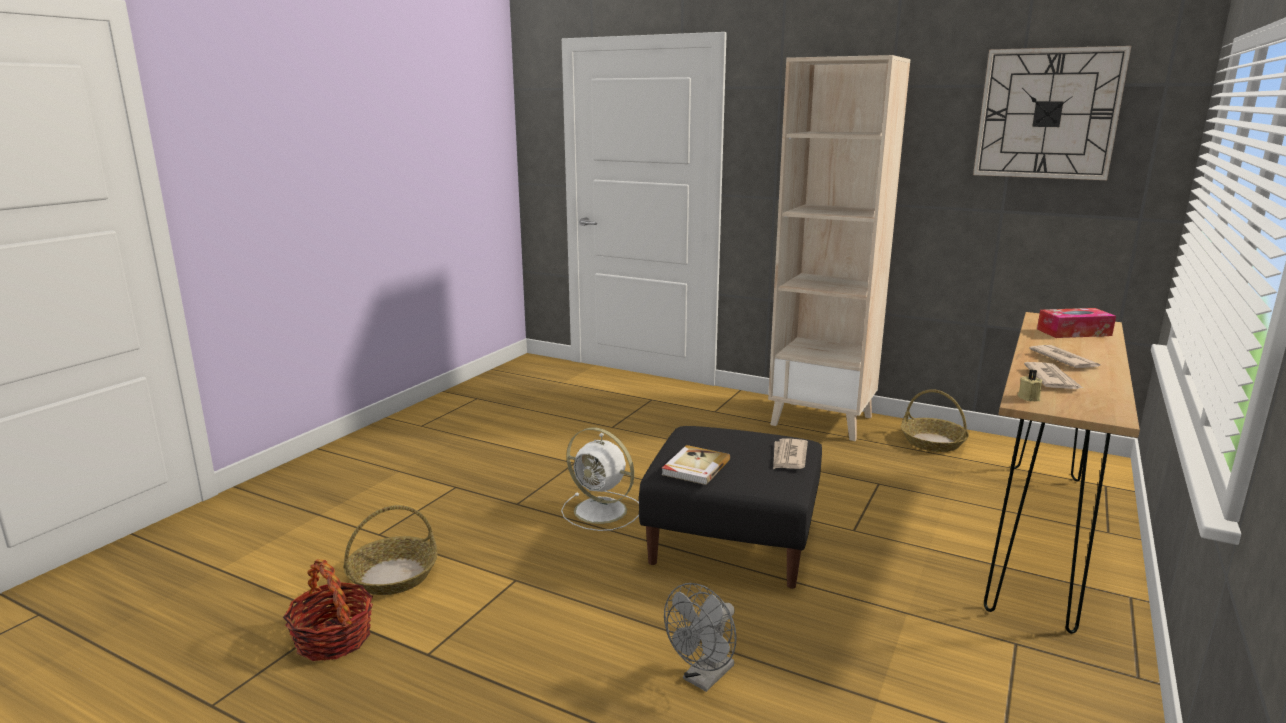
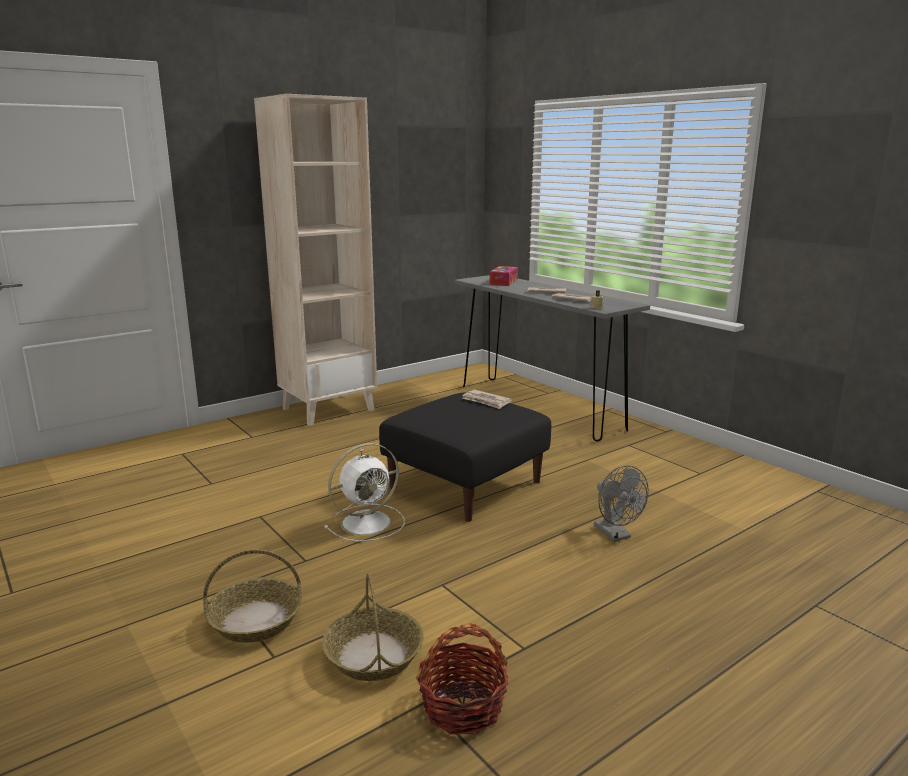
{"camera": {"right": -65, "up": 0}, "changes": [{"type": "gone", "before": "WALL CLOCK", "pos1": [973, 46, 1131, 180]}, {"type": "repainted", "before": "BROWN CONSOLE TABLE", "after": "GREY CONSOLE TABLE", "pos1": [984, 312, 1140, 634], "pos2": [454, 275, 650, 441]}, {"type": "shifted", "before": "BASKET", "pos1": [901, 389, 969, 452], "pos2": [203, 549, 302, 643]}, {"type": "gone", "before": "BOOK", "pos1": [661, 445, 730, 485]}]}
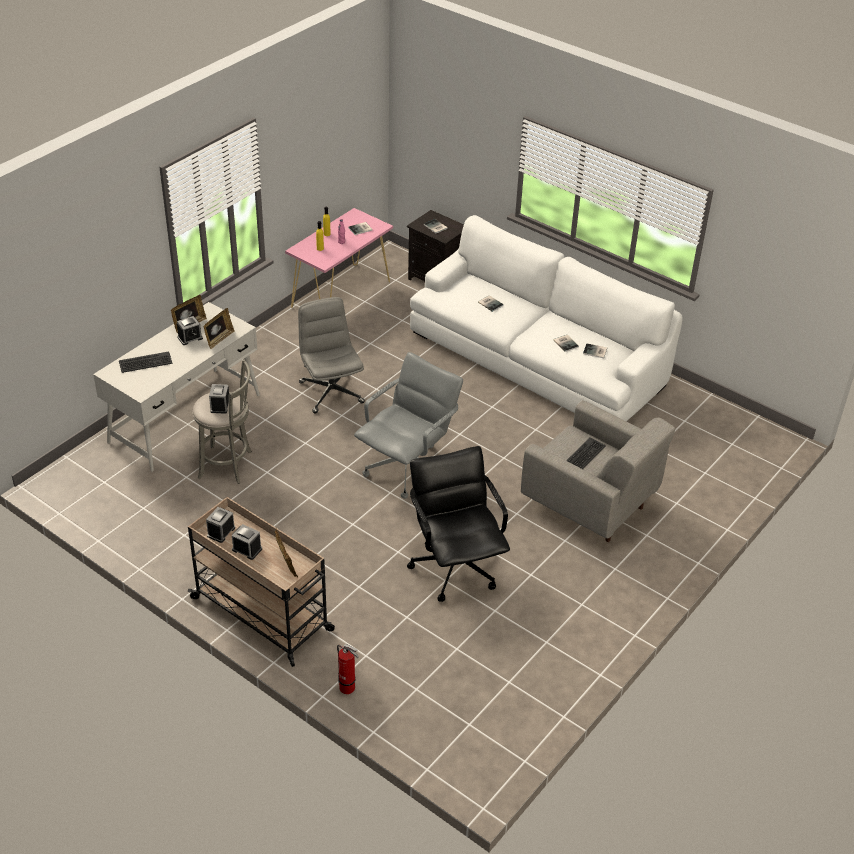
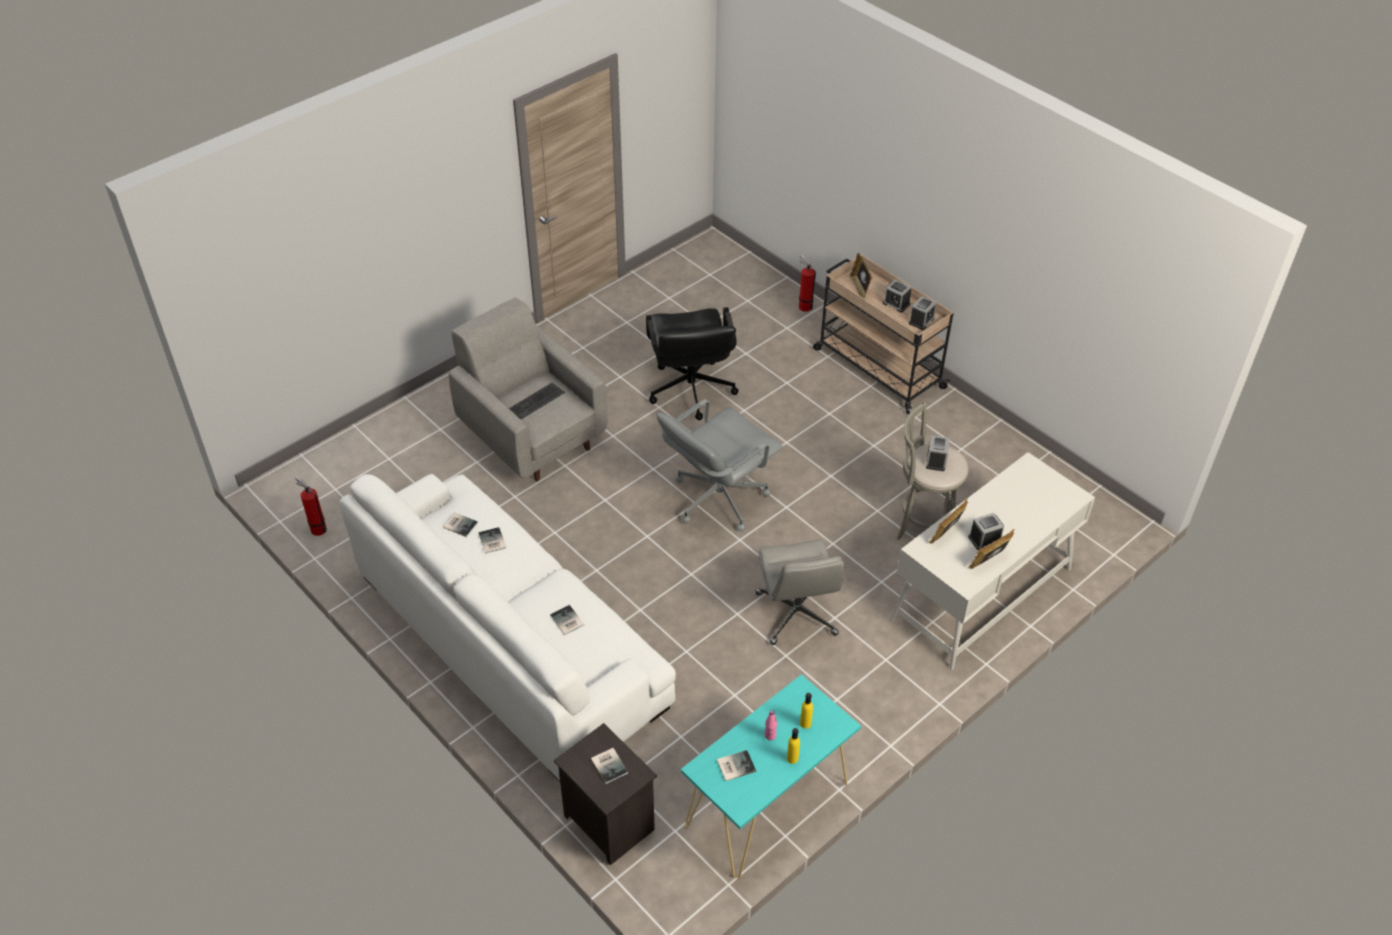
{"camera": {"right": -170, "up": 5}, "changes": [{"type": "repainted", "before": "PINK CONSOLE TABLE", "after": "TURQUOISE CONSOLE TABLE", "pos1": [285, 208, 393, 308], "pos2": [681, 674, 861, 878]}, {"type": "gone", "before": "KEYBOARD", "pos1": [119, 351, 173, 373]}, {"type": "new", "after": "FIRE EXTINGUISHER", "pos2": [295, 477, 327, 536]}]}
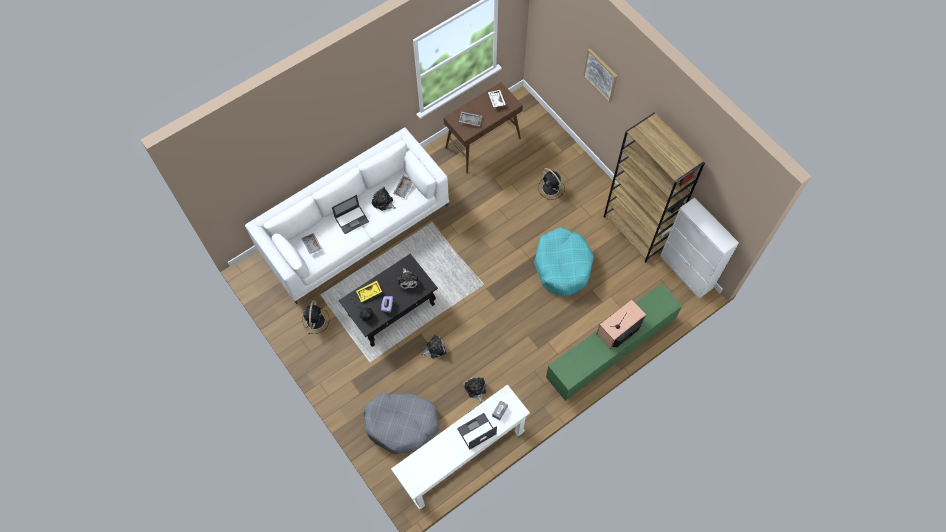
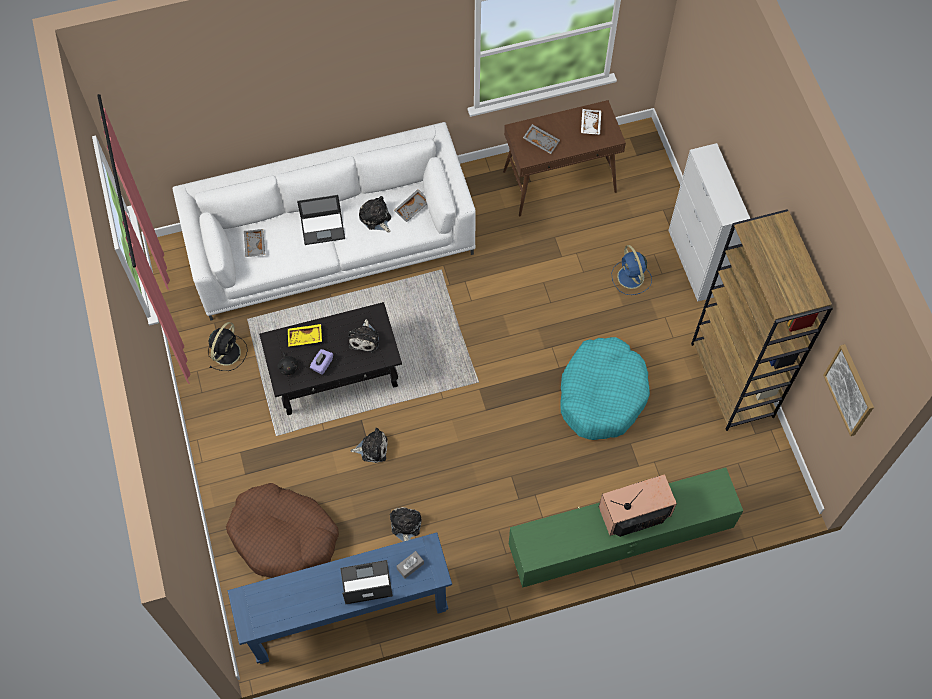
{"camera": {"right": 20, "up": 0}, "changes": [{"type": "shifted", "before": "PICTURE", "pos1": [583, 48, 617, 103], "pos2": [823, 344, 874, 436]}, {"type": "repainted", "before": "BLACK FAN", "after": "BLUE FAN", "pos1": [538, 168, 565, 200], "pos2": [612, 245, 652, 295]}, {"type": "shifted", "before": "WHITE CABINET", "pos1": [660, 197, 739, 299], "pos2": [668, 143, 750, 302]}, {"type": "repainted", "before": "WHITE CONSOLE TABLE", "after": "BLUE CONSOLE TABLE", "pos1": [391, 385, 530, 509], "pos2": [228, 532, 452, 664]}, {"type": "repainted", "before": "GREY DOG BED", "after": "BROWN DOG BED", "pos1": [364, 392, 440, 454], "pos2": [226, 483, 339, 578]}]}
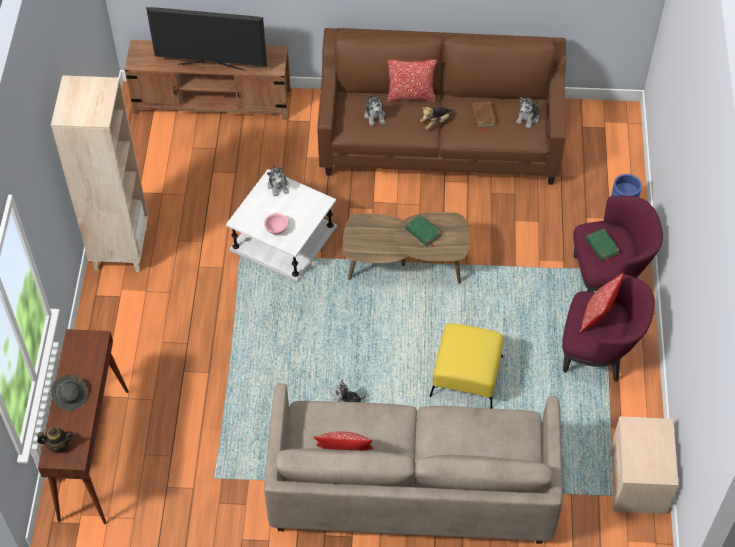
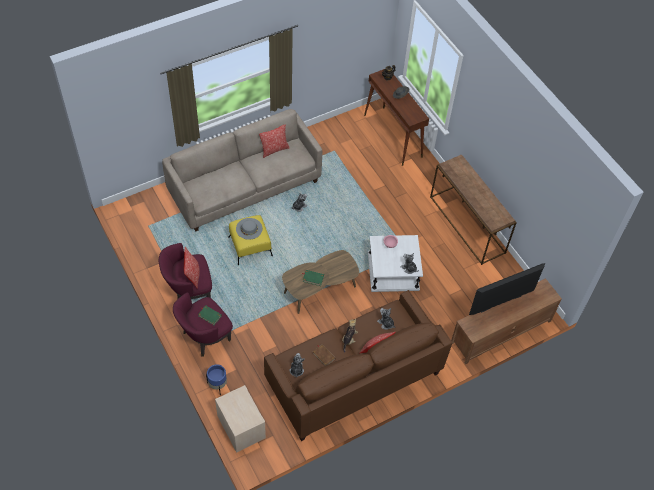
{"camera": {"right": 145, "up": 0}, "changes": [{"type": "swapped", "before": "BEIGE BOOKCASE", "after": "BROWN CONSOLE TABLE", "pos1": [51, 75, 148, 272], "pos2": [430, 154, 517, 265]}, {"type": "shifted", "before": "BEIGE NIGHTSTAND", "pos1": [610, 416, 679, 514], "pos2": [215, 385, 266, 453]}, {"type": "new", "after": "GREY HAT", "pos2": [236, 218, 263, 240]}]}
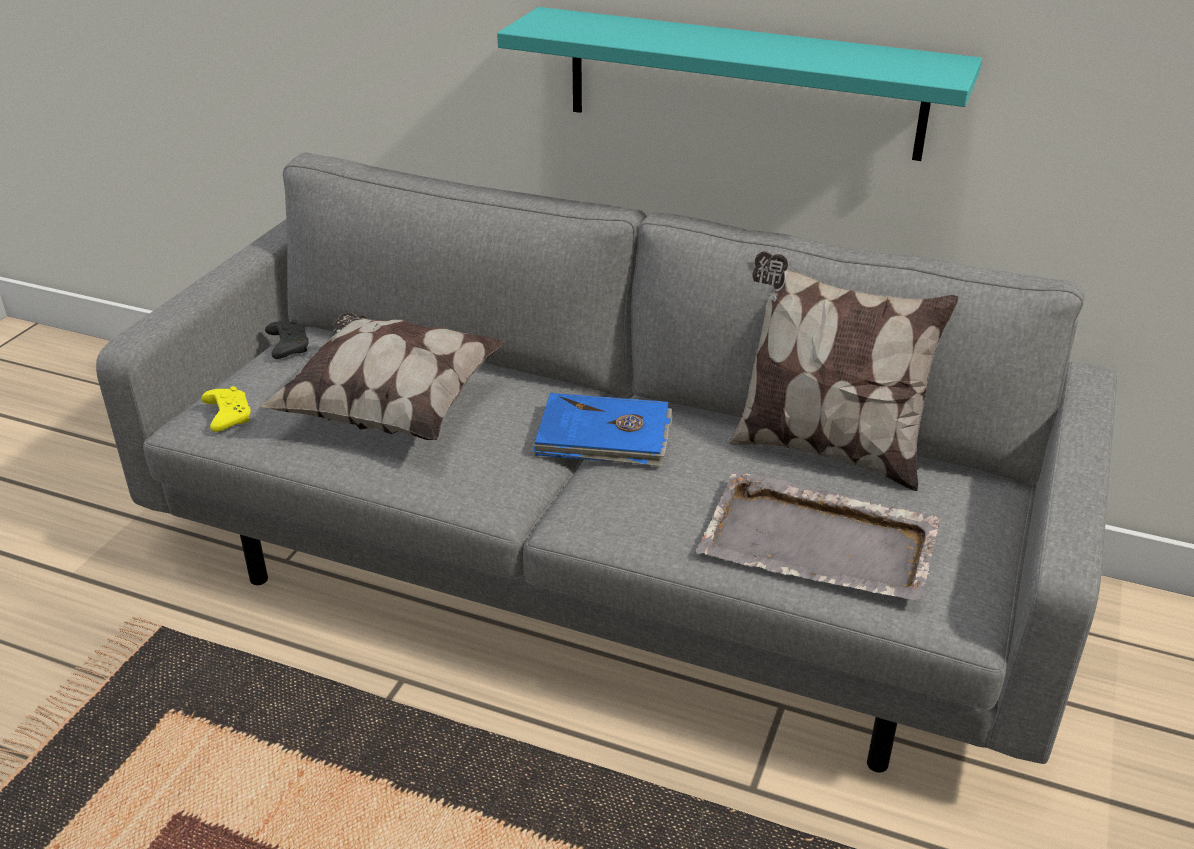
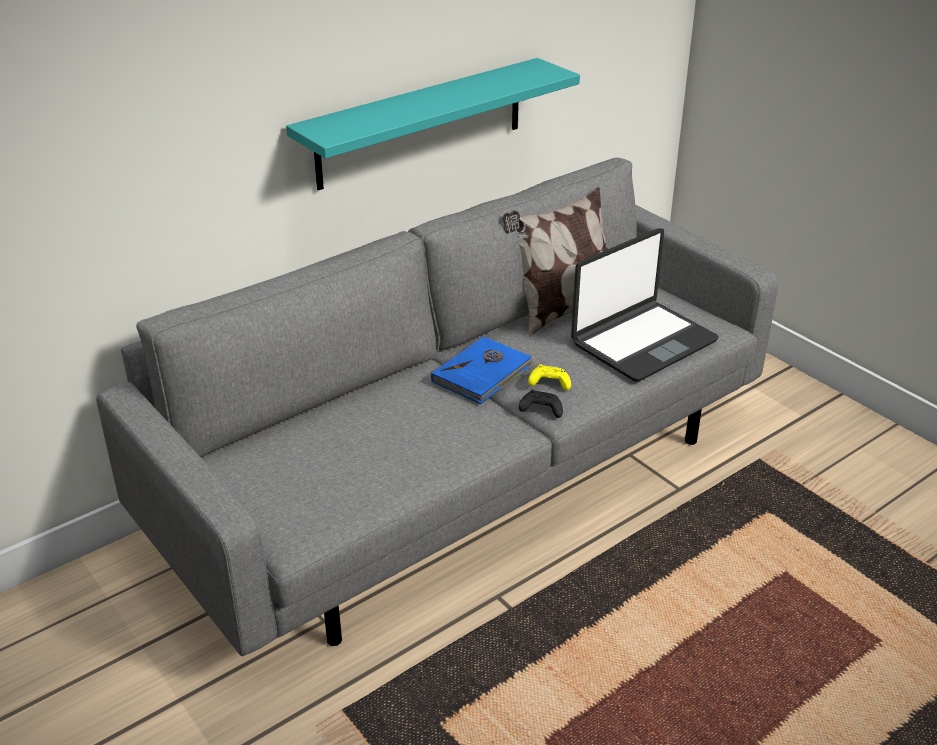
{"camera": {"right": -60, "up": 0}, "changes": [{"type": "gone", "before": "PILLOW", "pos1": [257, 313, 505, 440]}, {"type": "shifted", "before": "BLACK GAME CONTROLLER", "pos1": [265, 320, 309, 359], "pos2": [519, 390, 563, 418]}, {"type": "shifted", "before": "YELLOW GAME CONTROLLER", "pos1": [201, 386, 251, 432], "pos2": [528, 364, 571, 391]}, {"type": "swapped", "before": "GREY TRAY", "after": "LAPTOP", "pos1": [695, 471, 941, 602], "pos2": [571, 228, 719, 381]}]}
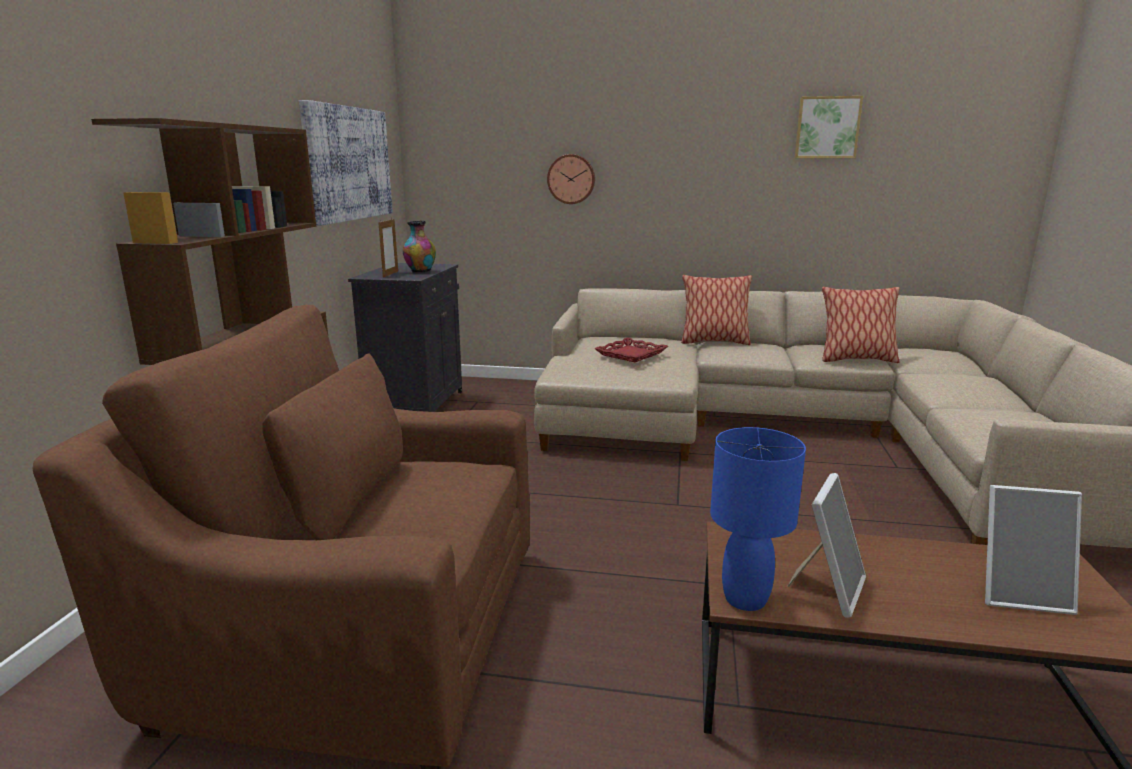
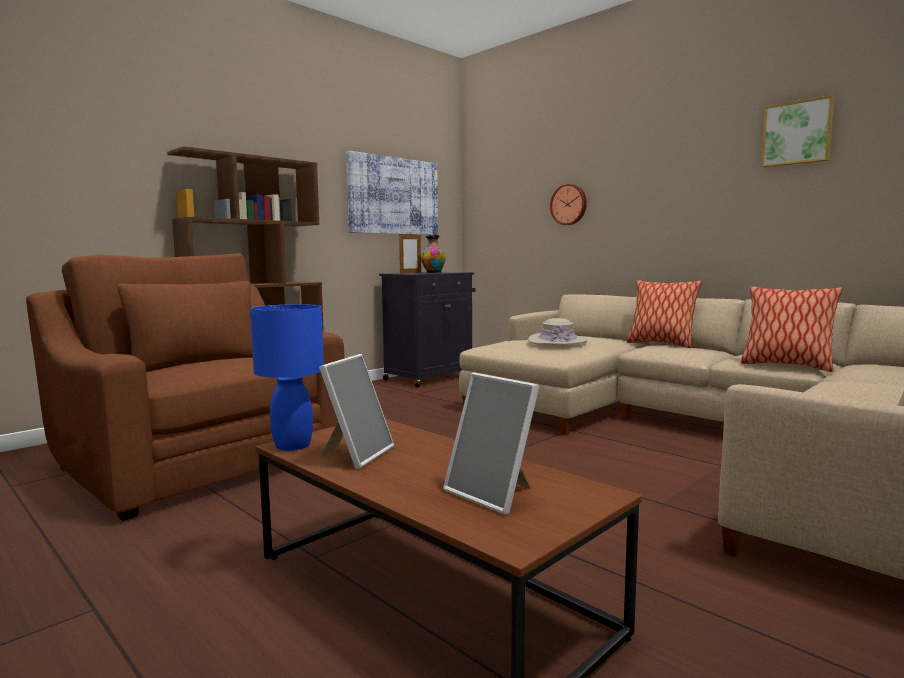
{"camera": {"right": 35, "up": -10}, "changes": [{"type": "swapped", "before": "RED TRAY", "after": "BEIGE HAT", "pos1": [594, 337, 668, 362], "pos2": [528, 318, 587, 345]}, {"type": "rotated", "before": "PICTURE FRAME", "pos1": [788, 473, 866, 618], "pos2": [319, 354, 394, 469], "turn": -45}]}
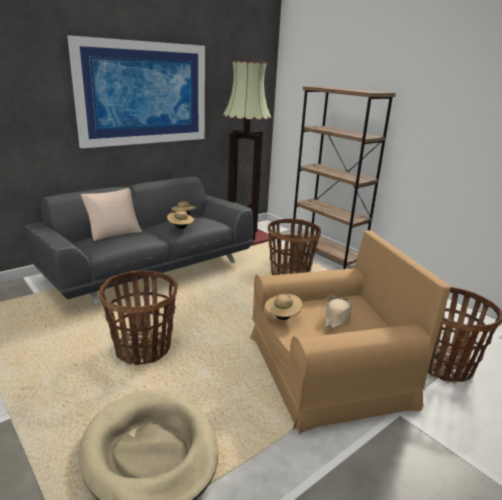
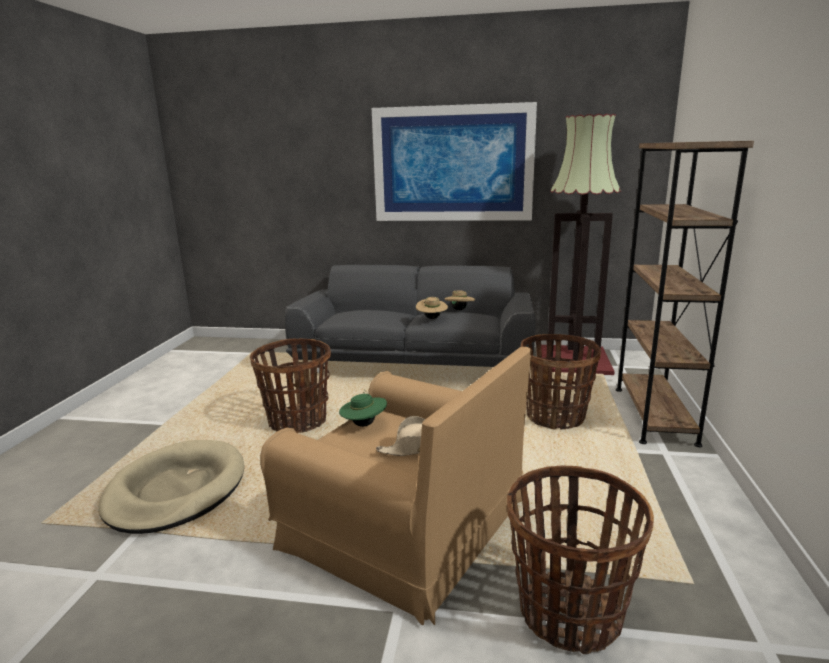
{"camera": {"right": 50, "up": -5}, "changes": [{"type": "gone", "before": "BEIGE PILLOW", "pos1": [81, 188, 142, 241]}, {"type": "repainted", "before": "BEIGE HAT", "after": "GREEN HAT", "pos1": [265, 292, 303, 320], "pos2": [339, 390, 387, 427]}]}
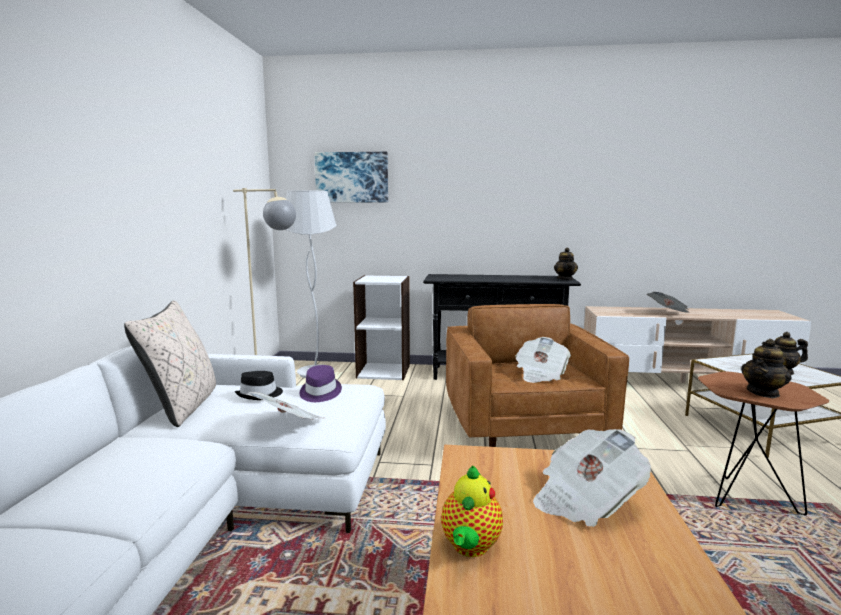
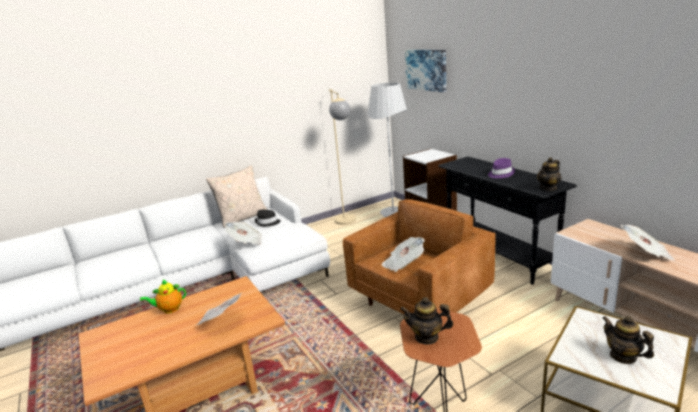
{"camera": {"right": 55, "up": 10}, "changes": [{"type": "shifted", "before": "PURPLE HAT", "pos1": [300, 365, 342, 402], "pos2": [488, 158, 515, 178]}]}
